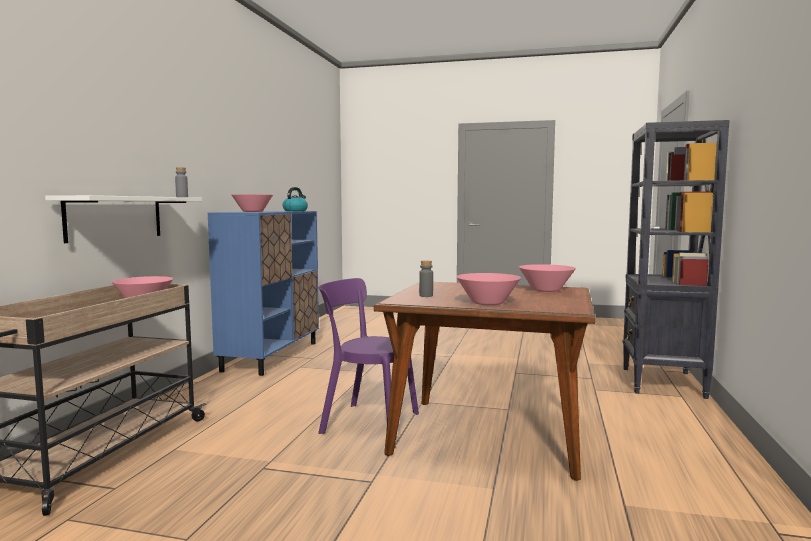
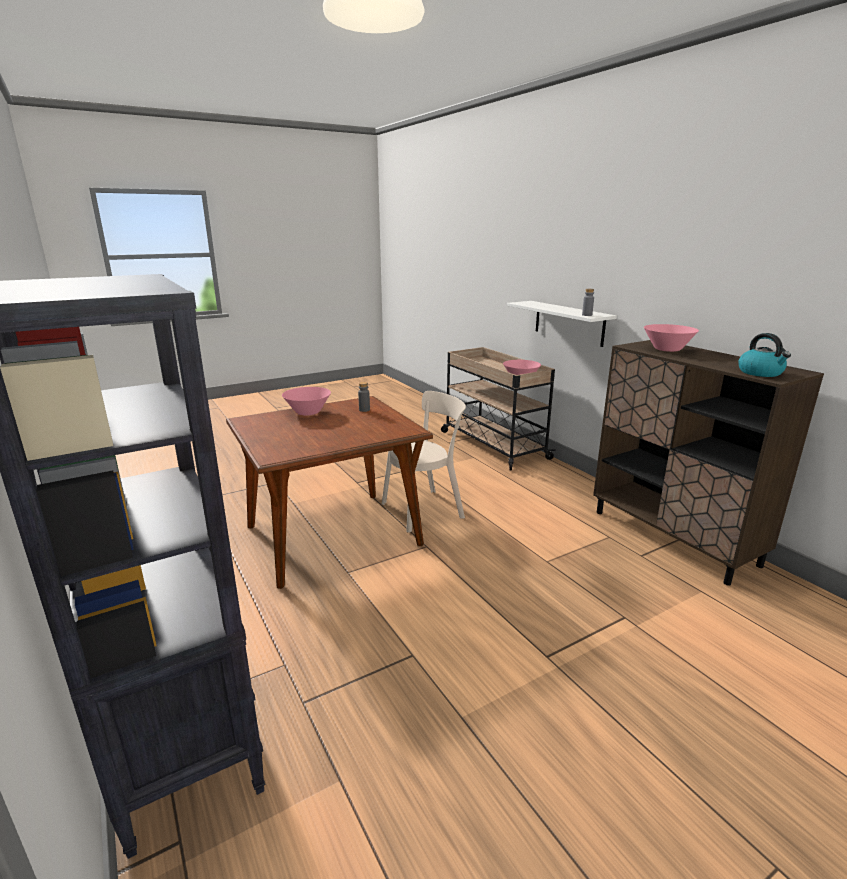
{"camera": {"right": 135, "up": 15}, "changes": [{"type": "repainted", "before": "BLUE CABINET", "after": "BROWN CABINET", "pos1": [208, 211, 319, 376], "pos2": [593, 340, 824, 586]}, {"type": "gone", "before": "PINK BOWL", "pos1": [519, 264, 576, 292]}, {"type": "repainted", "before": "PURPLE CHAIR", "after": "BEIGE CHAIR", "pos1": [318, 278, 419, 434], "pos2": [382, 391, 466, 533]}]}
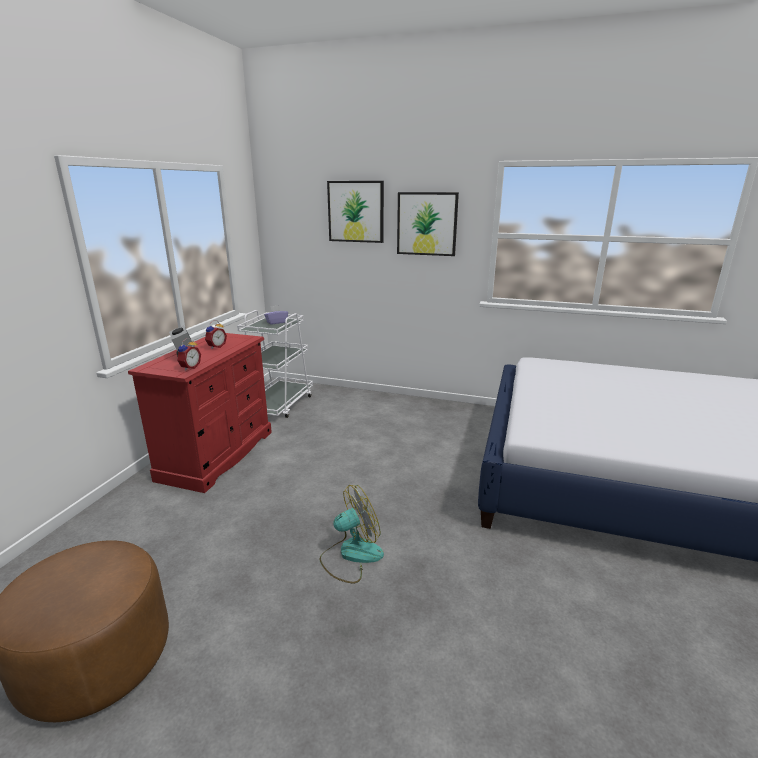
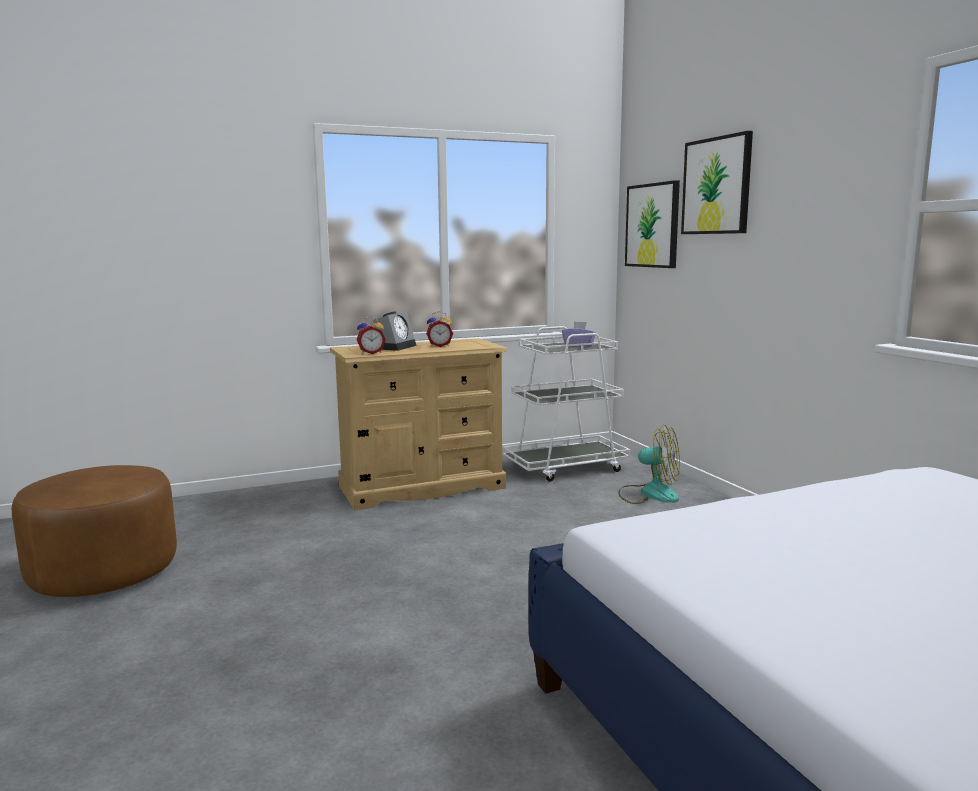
{"camera": {"right": 50, "up": -10}, "changes": [{"type": "shifted", "before": "PICTURE", "pos1": [397, 192, 459, 256], "pos2": [625, 180, 680, 268]}, {"type": "repainted", "before": "RED DRESSER", "after": "BEIGE DRESSER", "pos1": [128, 333, 272, 493], "pos2": [330, 338, 508, 511]}, {"type": "shifted", "before": "FAN", "pos1": [320, 485, 384, 583], "pos2": [618, 425, 680, 504]}]}
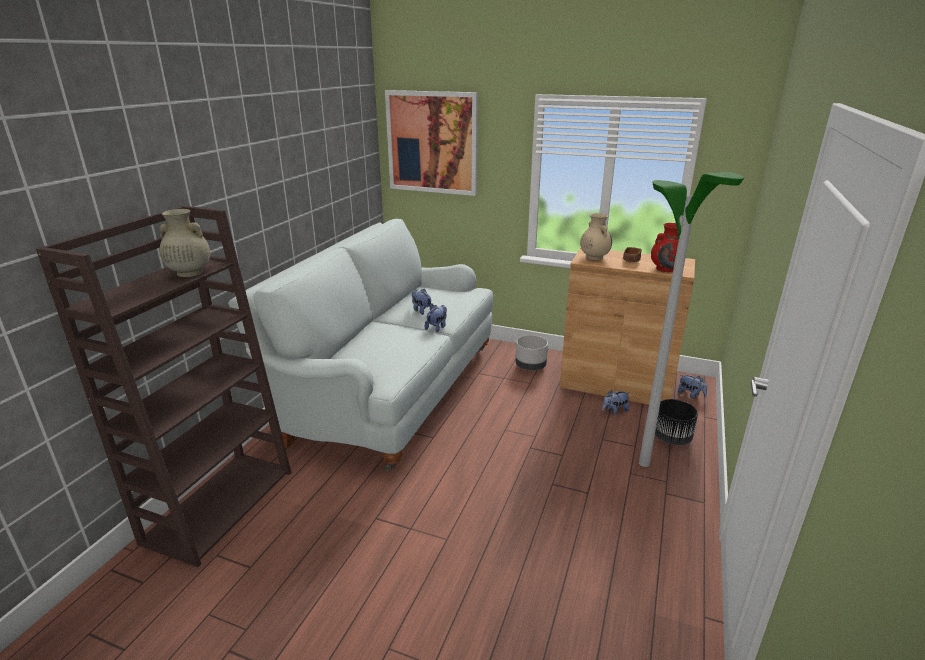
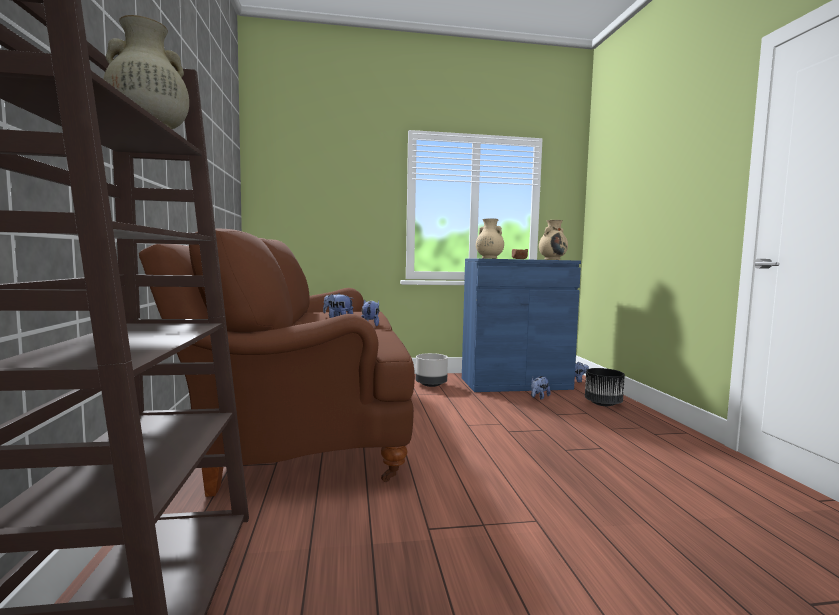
{"camera": {"right": -30, "up": -20}, "changes": [{"type": "gone", "before": "PICTURE", "pos1": [385, 90, 478, 196]}, {"type": "gone", "before": "FLOOR LAMP", "pos1": [639, 172, 744, 467]}, {"type": "repainted", "before": "WHITE SOFA", "after": "BROWN SOFA", "pos1": [228, 219, 493, 471], "pos2": [139, 229, 415, 497]}, {"type": "repainted", "before": "RED VASE", "after": "BEIGE VASE", "pos1": [651, 223, 678, 272], "pos2": [539, 220, 568, 260]}, {"type": "repainted", "before": "BROWN CABINET", "after": "BLUE CABINET", "pos1": [560, 248, 695, 405], "pos2": [462, 258, 581, 392]}]}
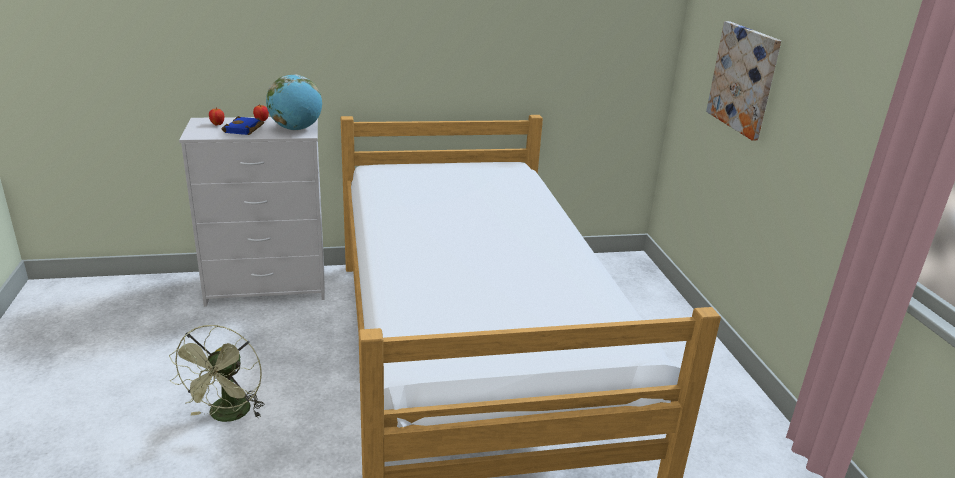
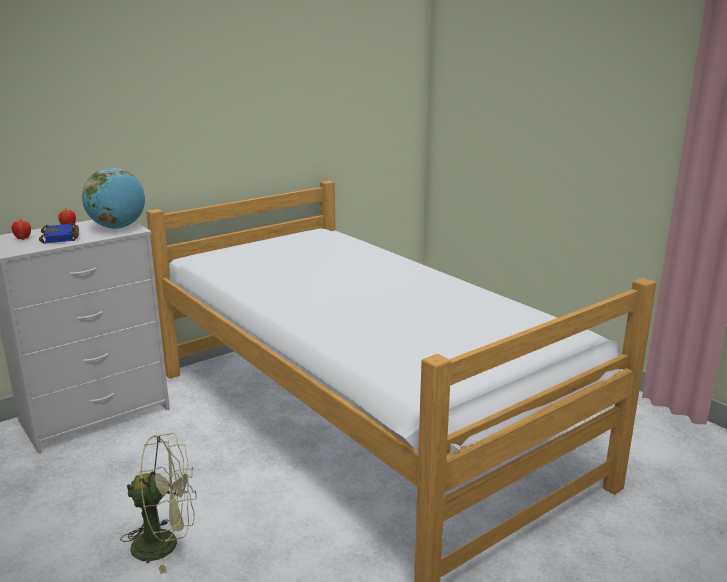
{"camera": {"right": -25, "up": -5}, "changes": [{"type": "gone", "before": "PICTURE", "pos1": [706, 21, 781, 140]}, {"type": "rotated", "before": "GREEN FAN", "pos1": [169, 325, 265, 422], "pos2": [120, 433, 197, 574], "turn": -75}]}
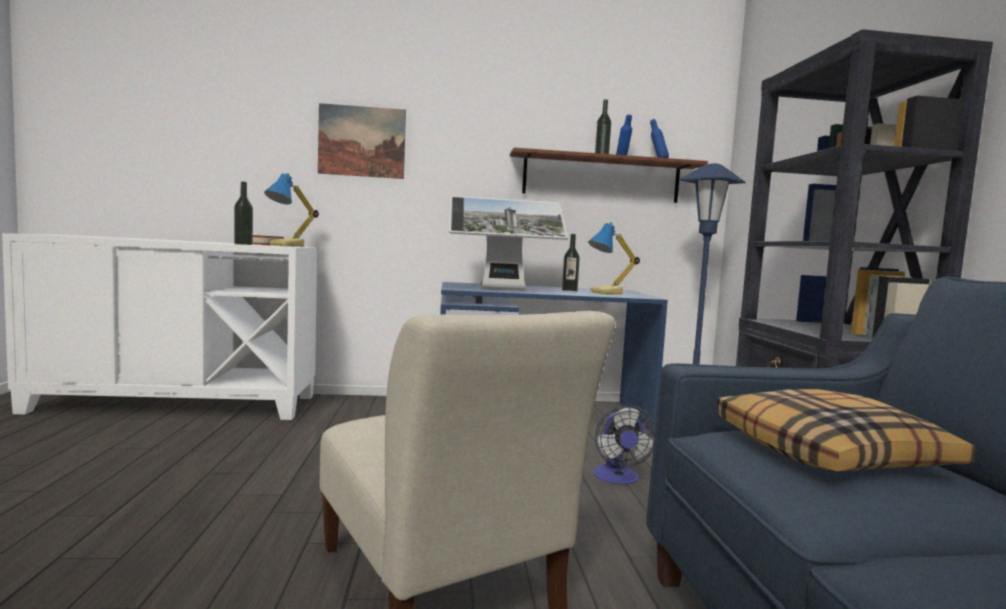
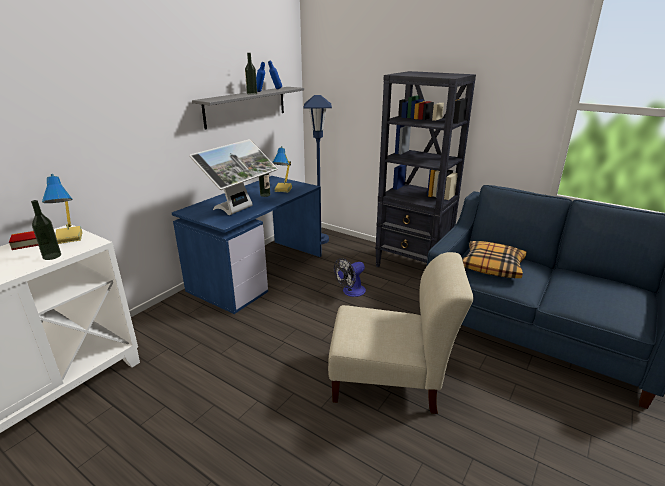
{"camera": {"right": -50, "up": 20}, "changes": [{"type": "gone", "before": "PICTURE", "pos1": [318, 103, 406, 179]}, {"type": "repainted", "before": "BROWN SHELF", "after": "GREY SHELF", "pos1": [510, 147, 708, 203], "pos2": [192, 87, 304, 130]}, {"type": "rotated", "before": "FAN", "pos1": [594, 405, 656, 484], "pos2": [334, 258, 366, 297], "turn": 105}]}
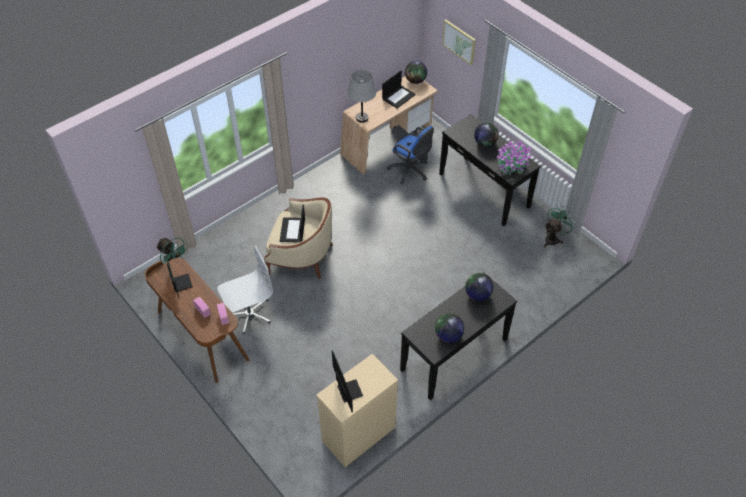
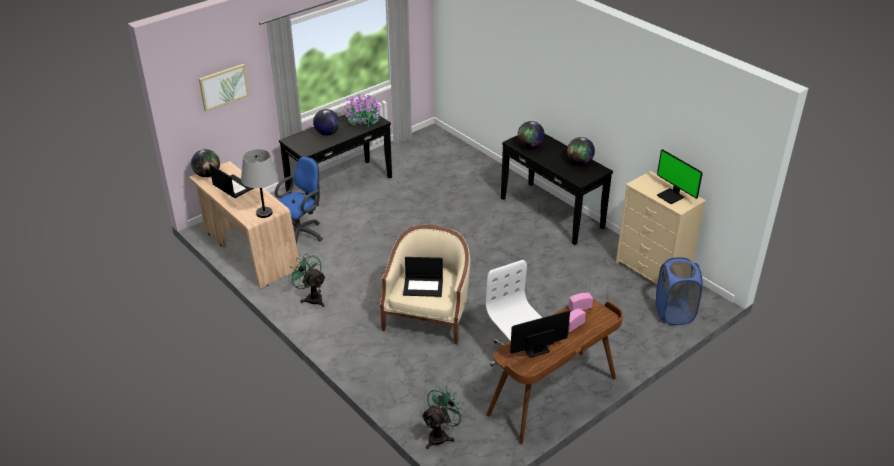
{"camera": {"right": -90, "up": -15}, "changes": [{"type": "shifted", "before": "GREEN FAN", "pos1": [544, 205, 576, 248], "pos2": [288, 253, 326, 307]}, {"type": "rotated", "before": "MONITOR", "pos1": [332, 350, 363, 412], "pos2": [657, 149, 703, 204], "turn": -105}, {"type": "new", "after": "BLUE LAUNDRY BASKET", "pos2": [656, 257, 702, 325]}]}
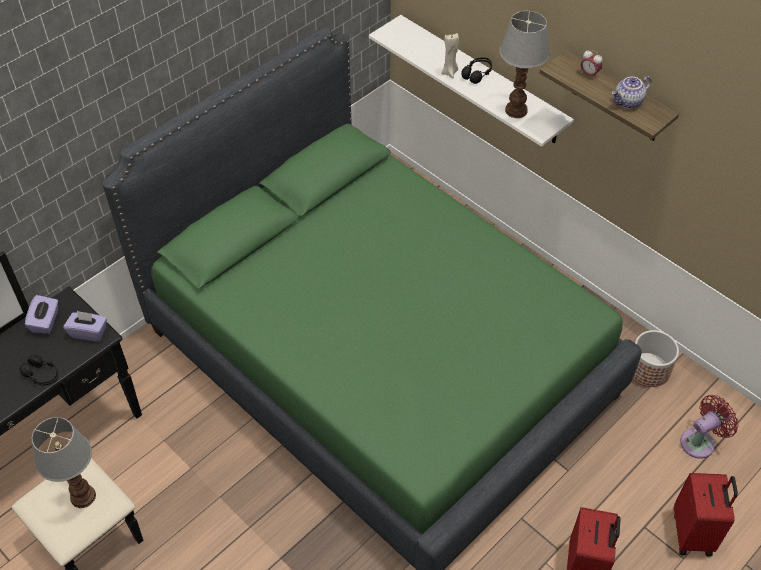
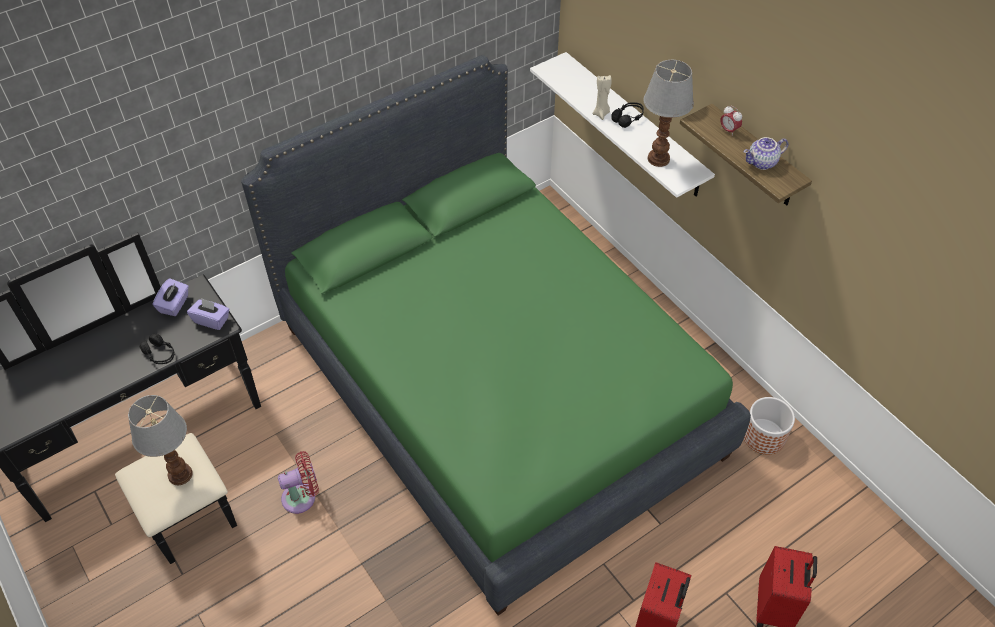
{"camera": {"right": 10, "up": 0}, "changes": [{"type": "shifted", "before": "RED FAN", "pos1": [680, 395, 739, 459], "pos2": [278, 451, 319, 514]}]}
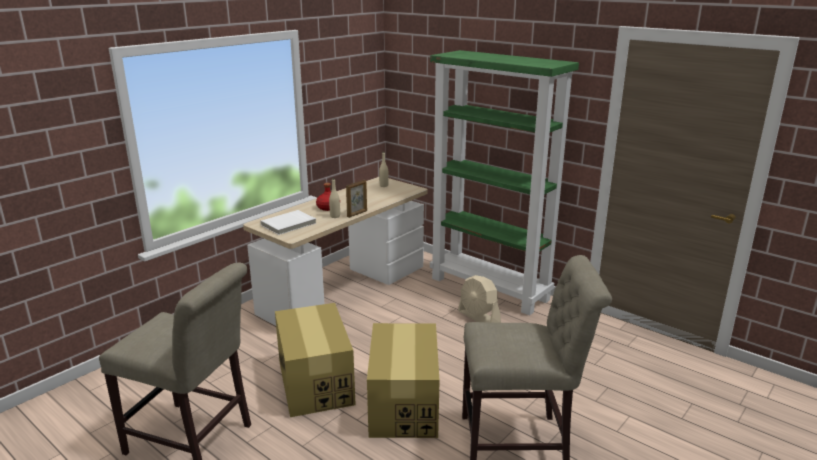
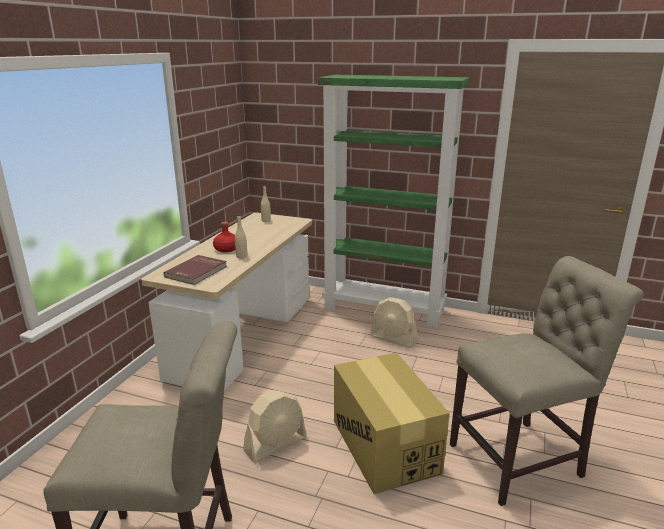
{"camera": {"right": -20, "up": 0}, "changes": [{"type": "gone", "before": "PICTURE FRAME", "pos1": [346, 180, 367, 218]}, {"type": "repainted", "before": "WHITE BOOK", "after": "RED BOOK", "pos1": [260, 210, 316, 235], "pos2": [164, 255, 227, 285]}, {"type": "swapped", "before": "CARDBOARD BOX", "after": "BEIGE FAN", "pos1": [275, 303, 356, 417], "pos2": [243, 390, 307, 463]}]}
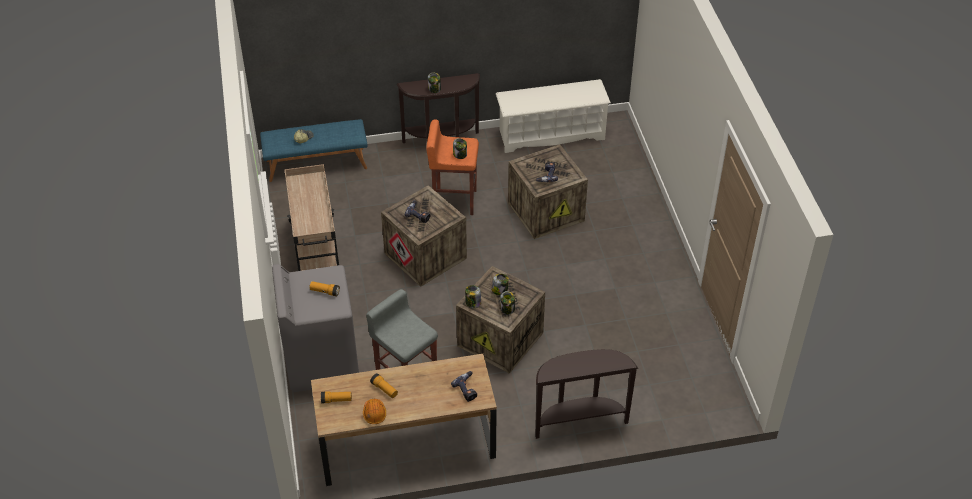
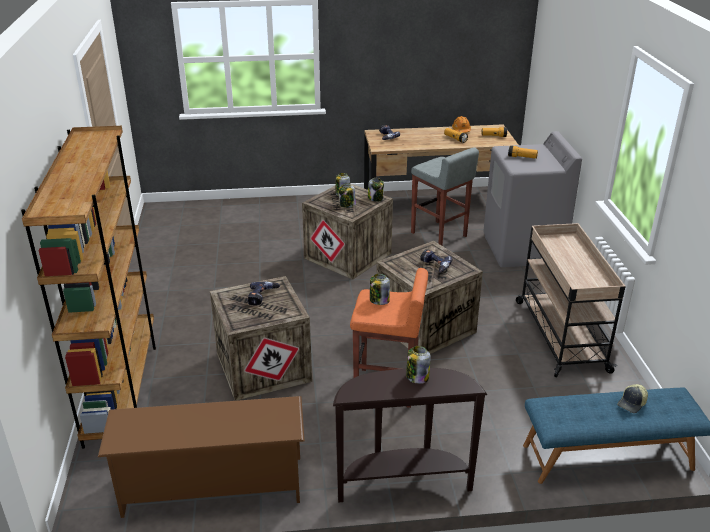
{"camera": {"right": -175, "up": -15}, "changes": [{"type": "repainted", "before": "WHITE SHOE RACK", "after": "BROWN SHOE RACK", "pos1": [496, 79, 611, 153], "pos2": [98, 396, 305, 518]}, {"type": "gone", "before": "BROWN CONSOLE TABLE", "pos1": [535, 349, 638, 439]}, {"type": "new", "after": "BROWN BOOKCASE", "pos2": [21, 126, 156, 449]}]}
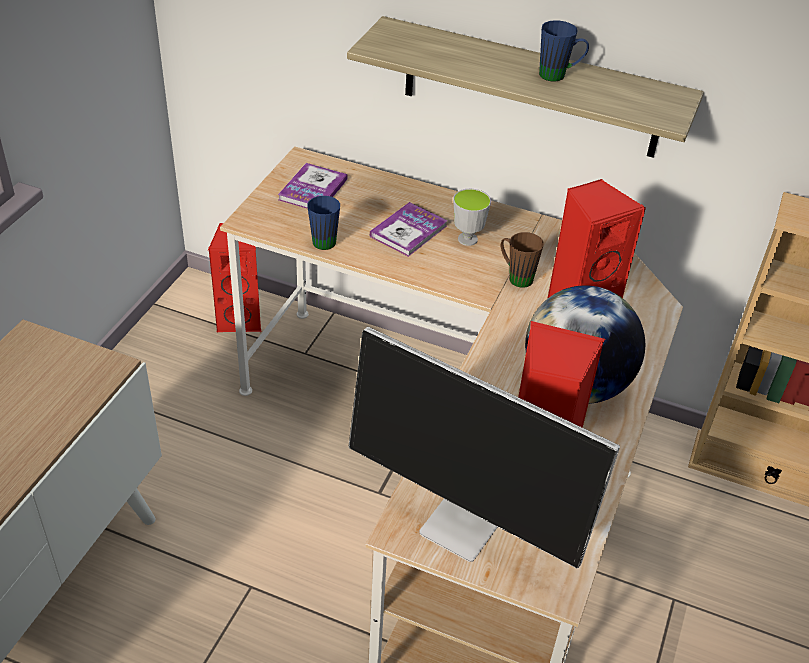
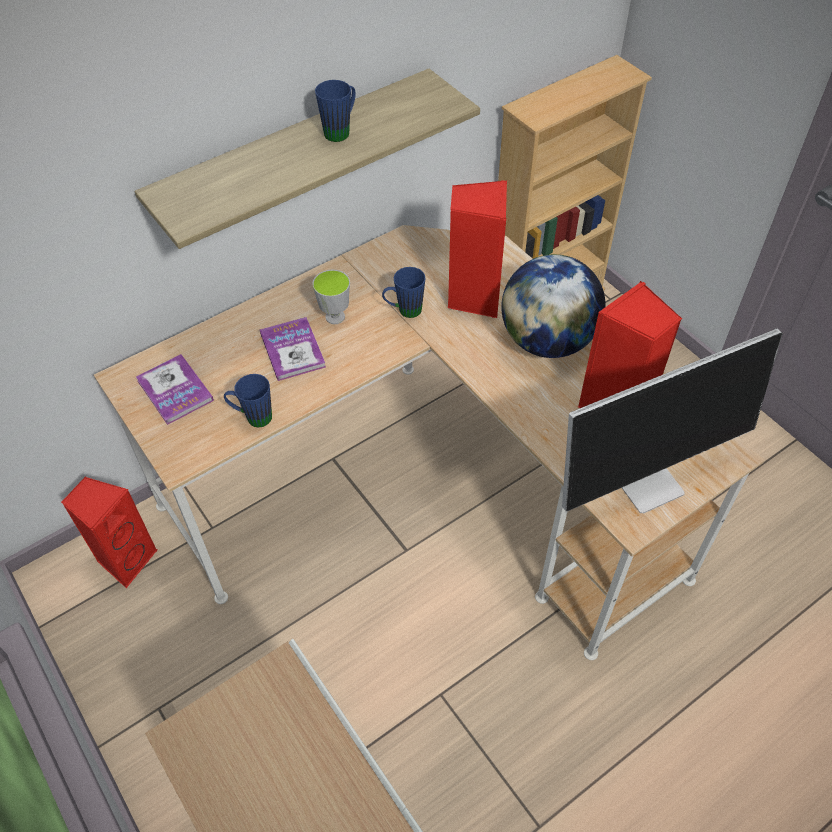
{"camera": {"right": -55, "up": 10}, "changes": [{"type": "repainted", "before": "BROWN MUG", "after": "BLUE MUG", "pos1": [501, 232, 544, 288], "pos2": [382, 267, 426, 318]}]}
